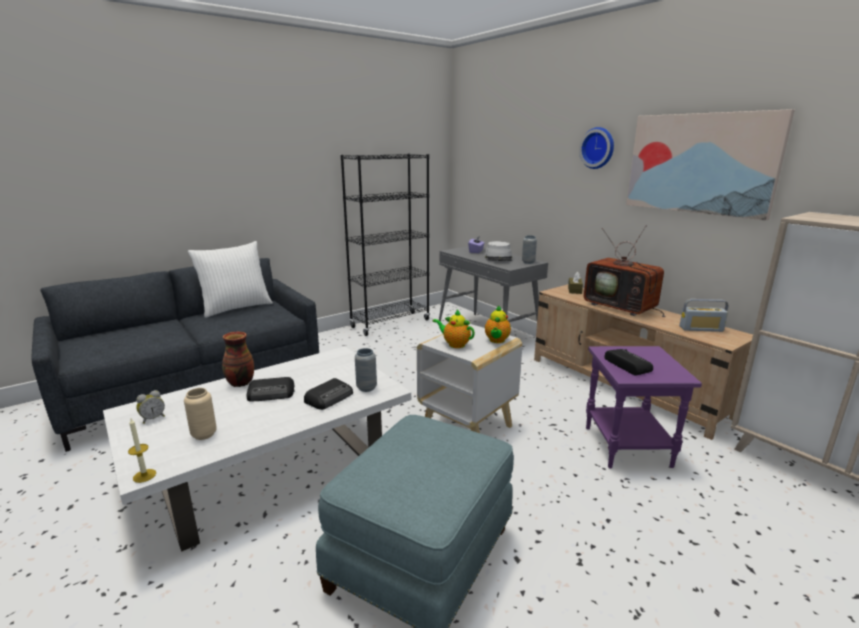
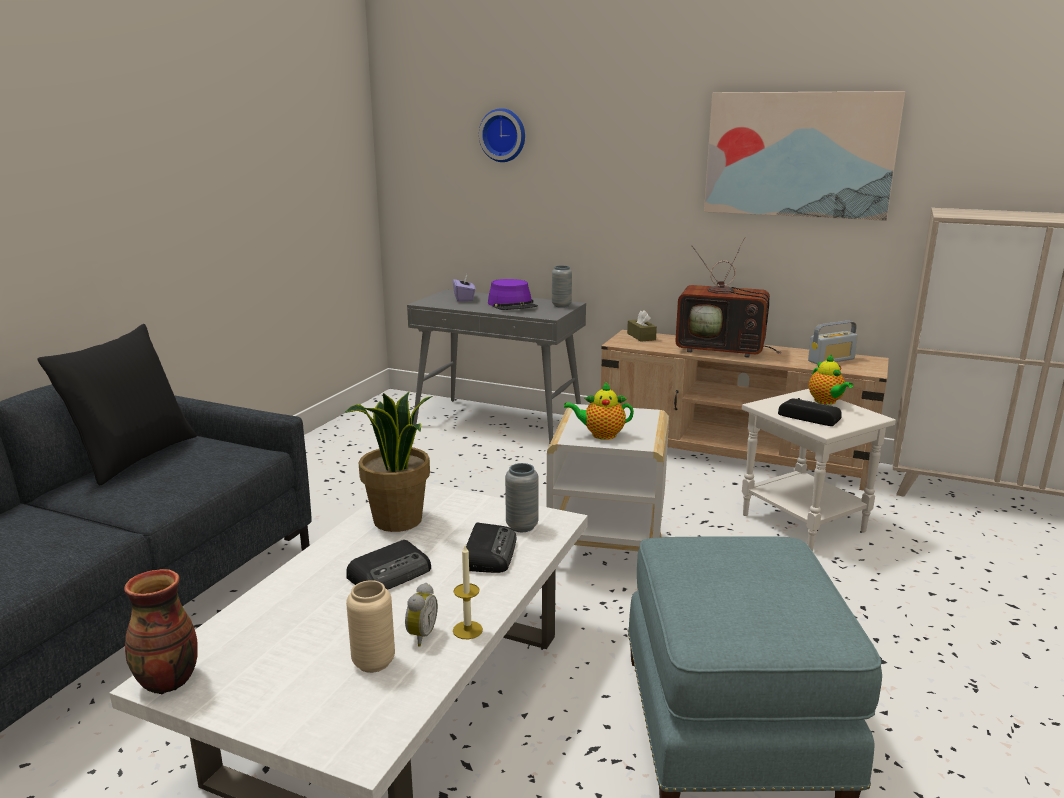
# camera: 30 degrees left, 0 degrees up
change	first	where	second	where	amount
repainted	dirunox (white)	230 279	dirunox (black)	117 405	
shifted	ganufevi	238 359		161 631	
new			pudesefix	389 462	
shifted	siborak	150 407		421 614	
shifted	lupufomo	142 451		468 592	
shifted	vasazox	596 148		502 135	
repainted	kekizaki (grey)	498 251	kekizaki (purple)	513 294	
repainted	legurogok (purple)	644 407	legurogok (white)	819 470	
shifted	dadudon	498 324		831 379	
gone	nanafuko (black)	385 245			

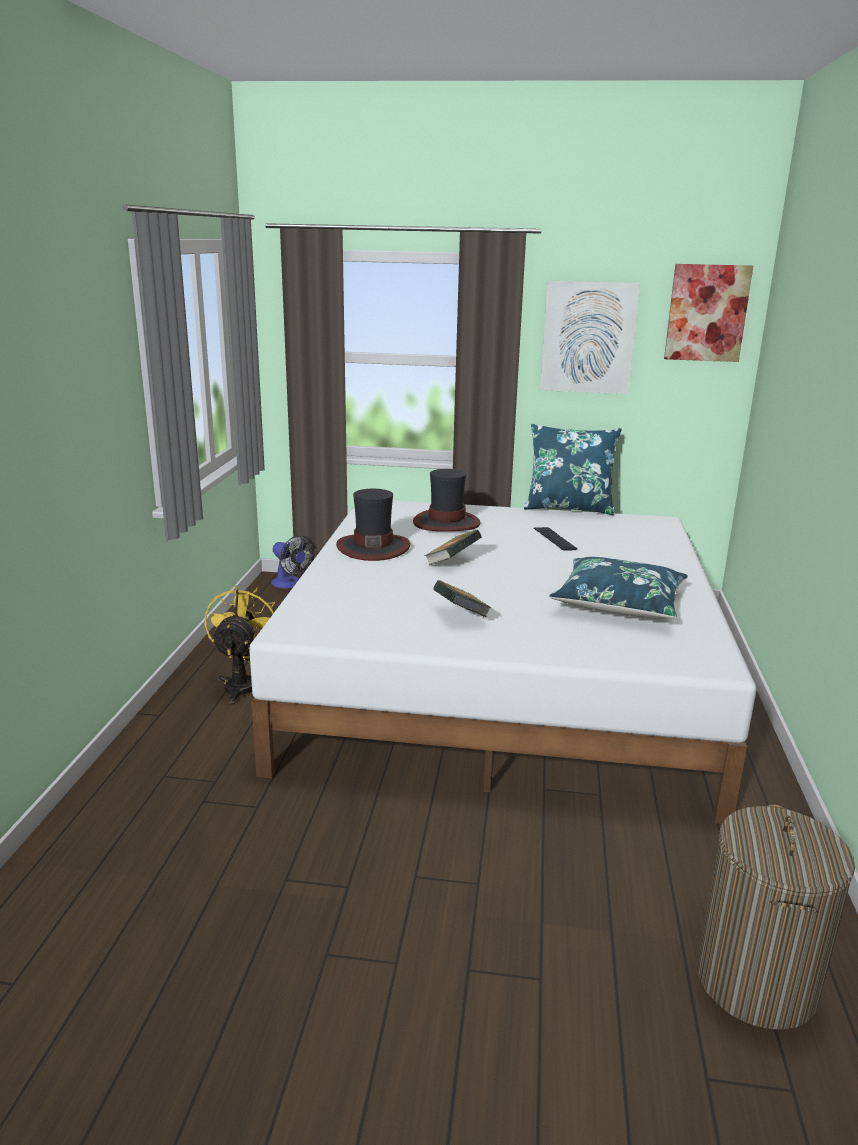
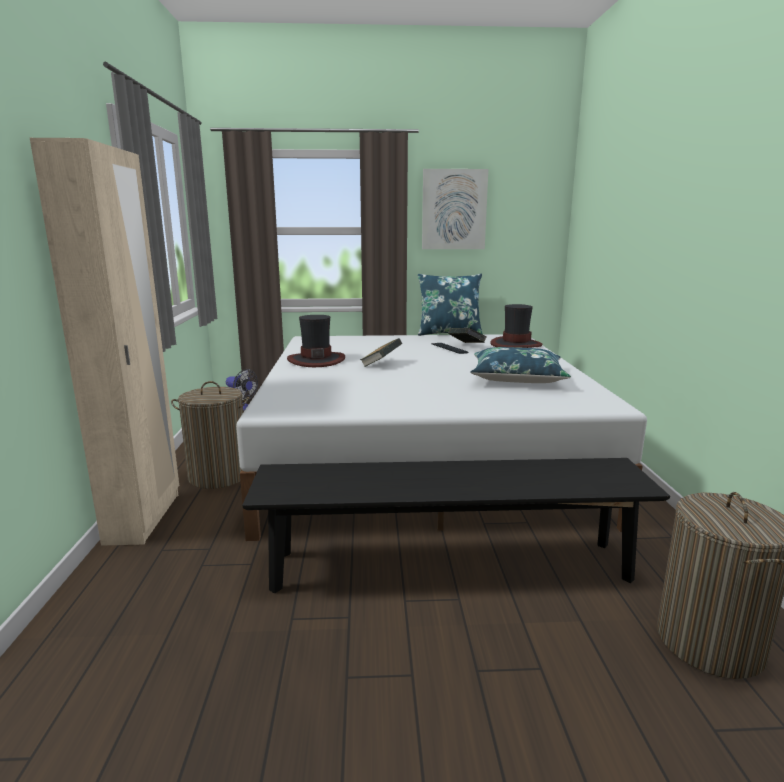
# camera: 10 degrees left, 5 degrees down
change	first	where	second	where	amount
new			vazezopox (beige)	104 342	
swapped	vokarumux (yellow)	240 644	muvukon	210 435	
new			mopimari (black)	456 525	
shifted	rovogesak	462 598		467 335	
shifted	kekizaki	446 500		516 326	
gone	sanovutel	708 313			

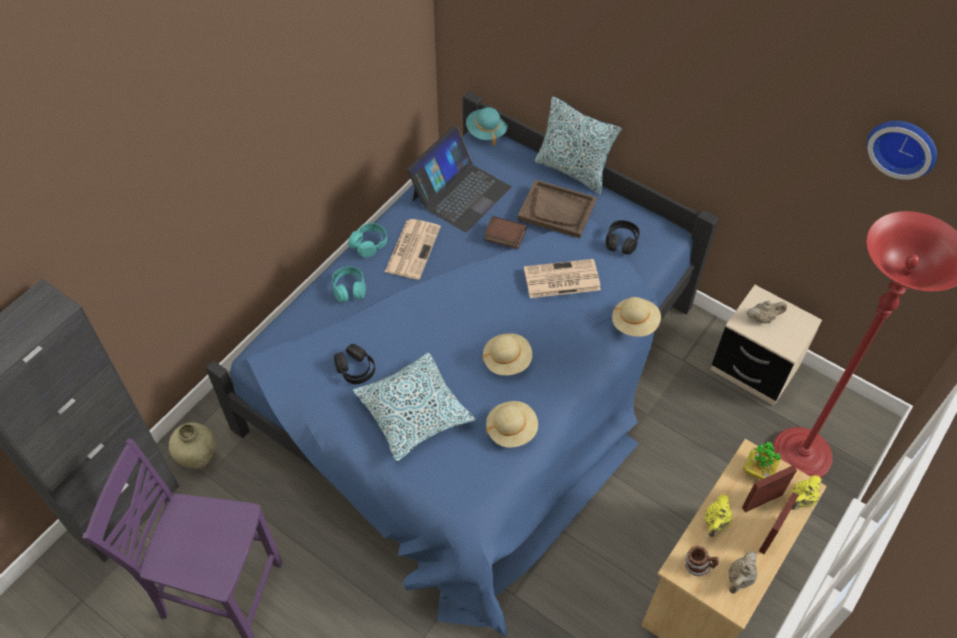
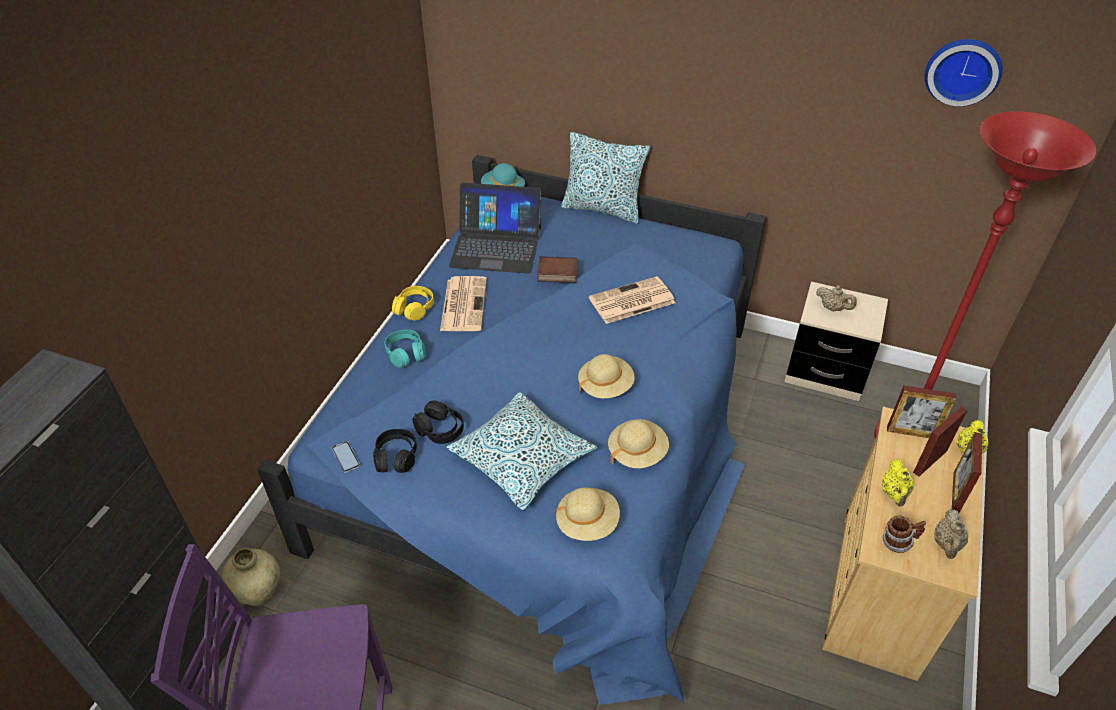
# camera: 15 degrees left, 10 degrees down
change	first	where	second	where	amount
new			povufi	346 457	
shifted	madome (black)	623 237		395 451	
repainted	madome (turquoise)	367 240	madome (yellow)	413 303	
rotated	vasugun	459 179		495 228	75 degrees clockwise
shifted	kekizaki (beige)	636 317		588 514	
rotated	dadudon (beige)	767 312		836 298	60 degrees clockwise
swapped	pudesefix	762 461	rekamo	922 412	
gone	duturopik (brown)	557 209			

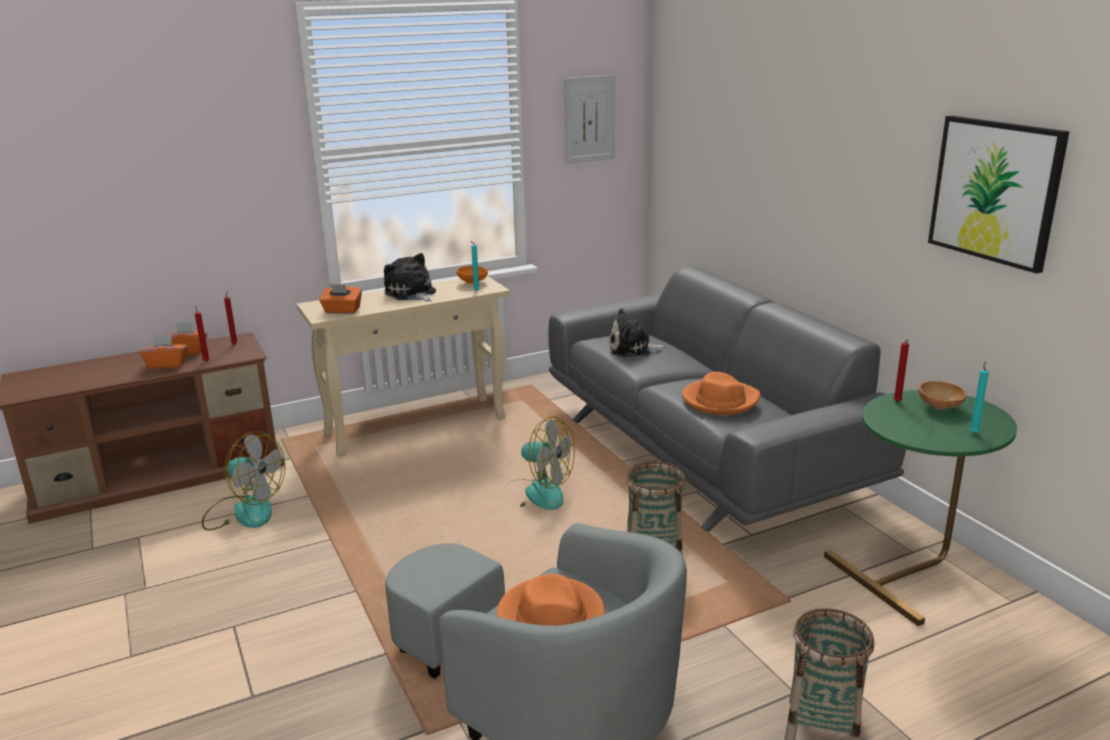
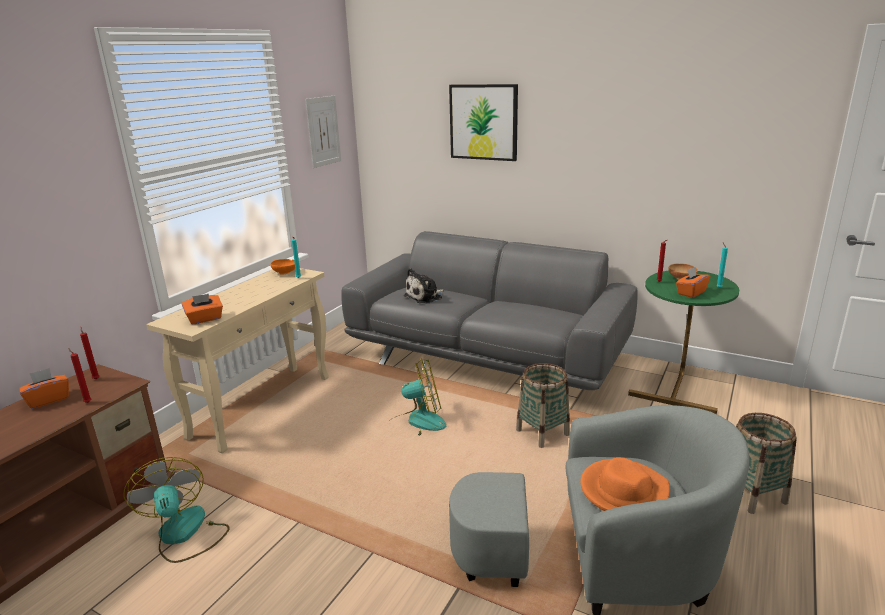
# camera: 35 degrees left, 0 degrees up
change	first	where	second	where	amount
rotated	vokarumux	243 480		176 510	105 degrees counterclockwise
shifted	sanovutel	999 194		483 122	
shifted	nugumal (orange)	163 352		693 282	
gone	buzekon	410 277			
gone	kekizaki (orange)	721 393			

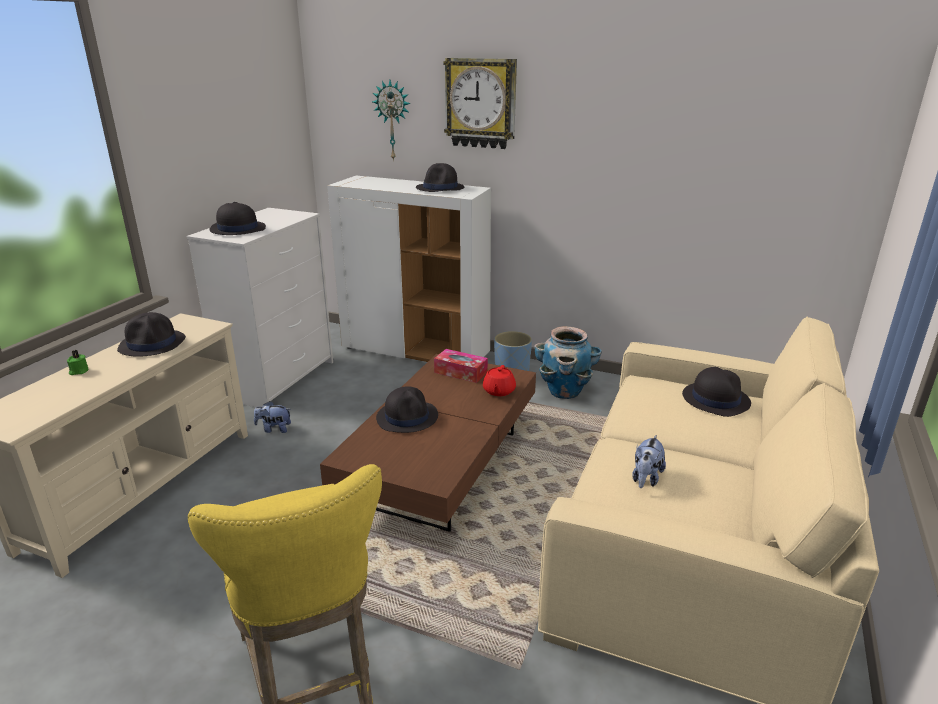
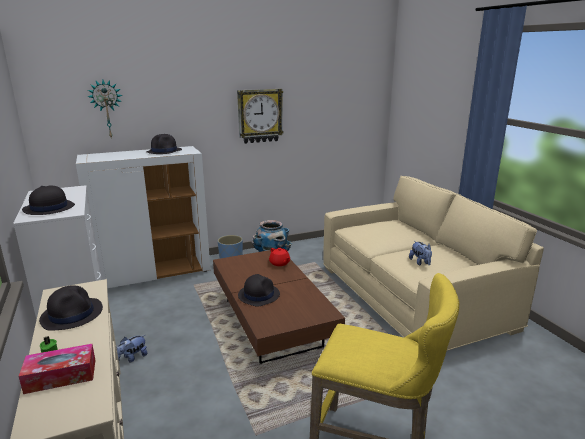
# camera: 45 degrees left, 5 degrees down
change	first	where	second	where	amount
shifted	nugumal	461 366		56 369	
shifted	vasazox	480 103		260 116	
gone	kekizaki (black)	716 392			

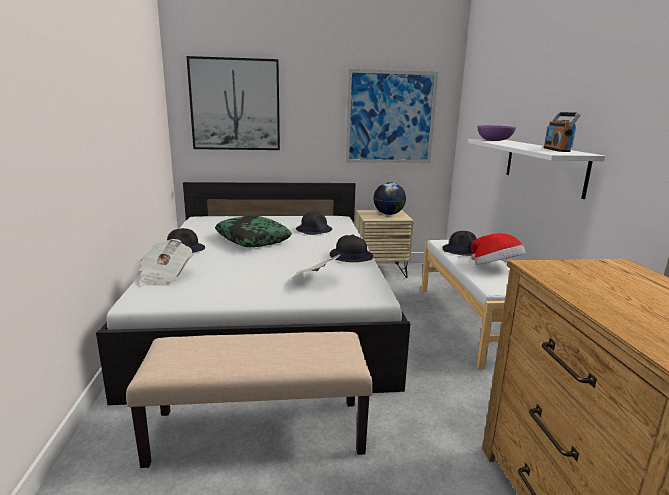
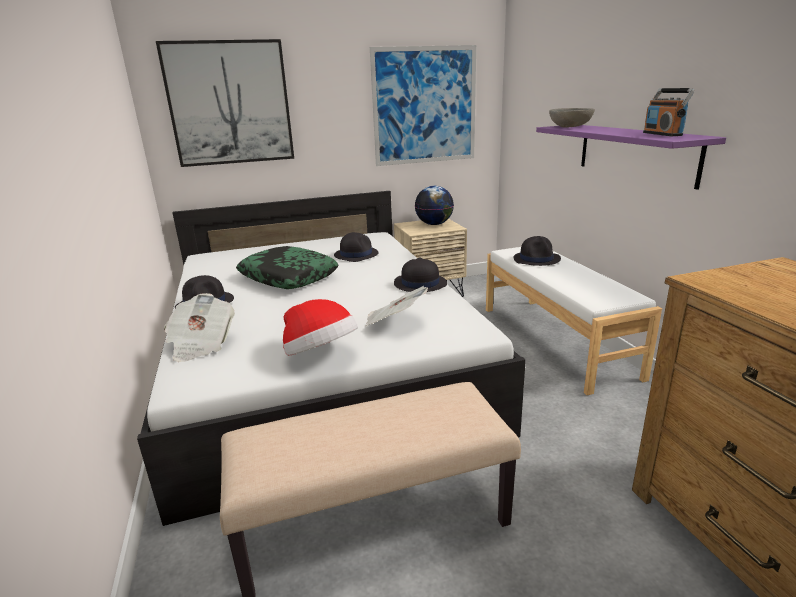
# camera: 10 degrees left, 5 degrees up
change	first	where	second	where	amount
shifted	kekizaki	498 249		320 327	
repainted	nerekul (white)	537 169	nerekul (purple)	631 157	
repainted	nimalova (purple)	497 133	nimalova (grey)	572 118	

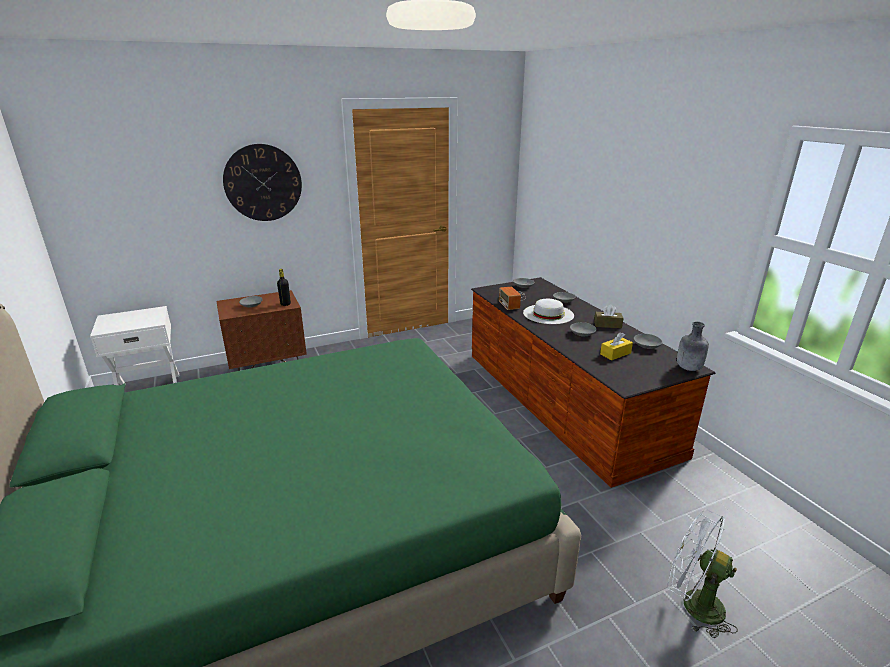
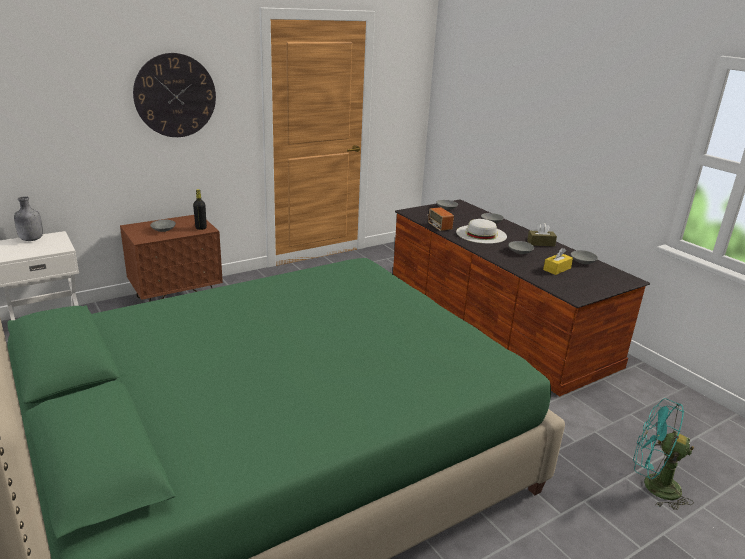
# camera: 10 degrees left, 0 degrees up
change	first	where	second	where	amount
shifted	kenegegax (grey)	693 346		28 218	
repainted	vokarumux (white)	702 574	vokarumux (turquoise)	663 454	

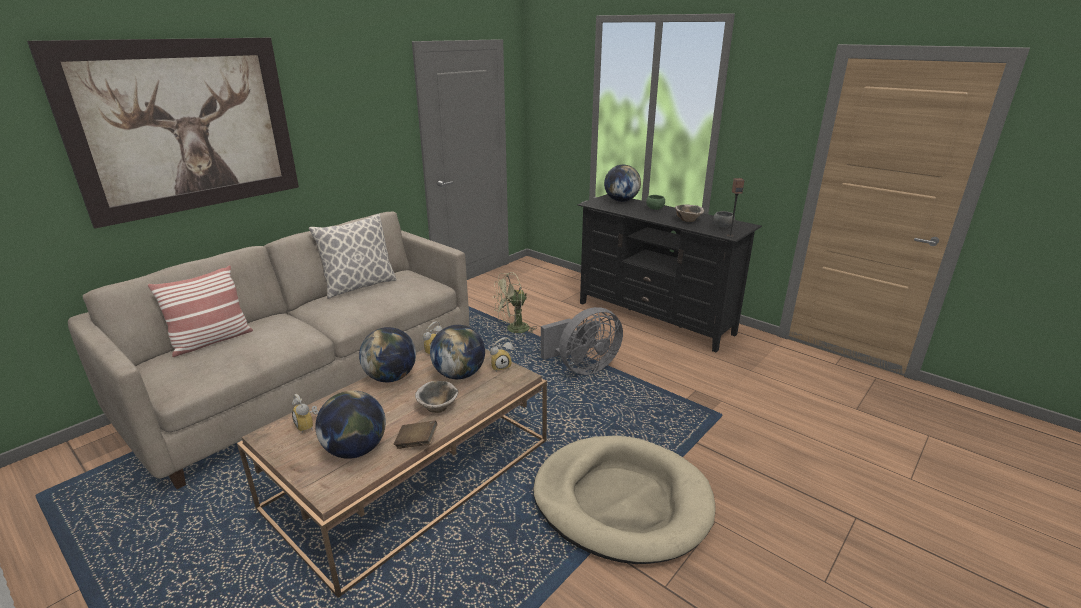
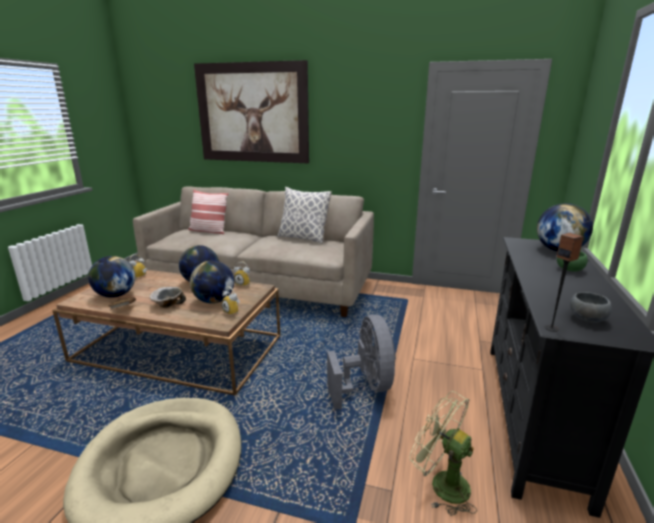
# camera: 65 degrees right, 5 degrees down
change	first	where	second	where	amount
rotated	vokarumux (grey)	582 341		361 362	135 degrees counterclockwise
shifted	vokarumux (green)	515 304		443 453	
gone	nimalova	689 213			

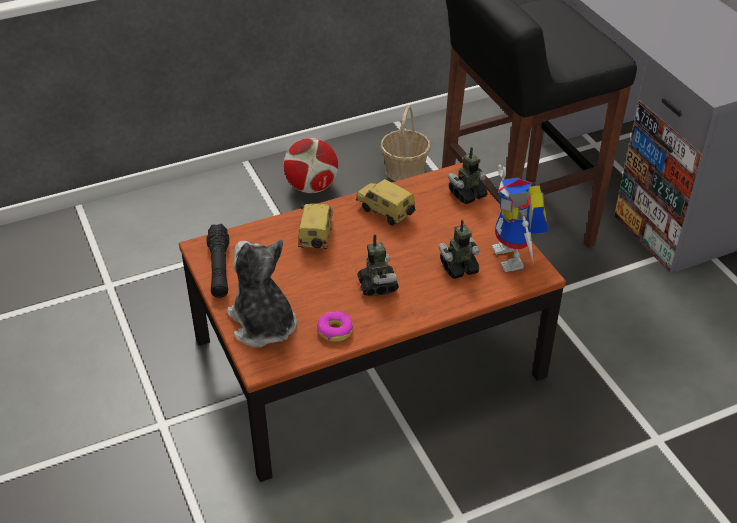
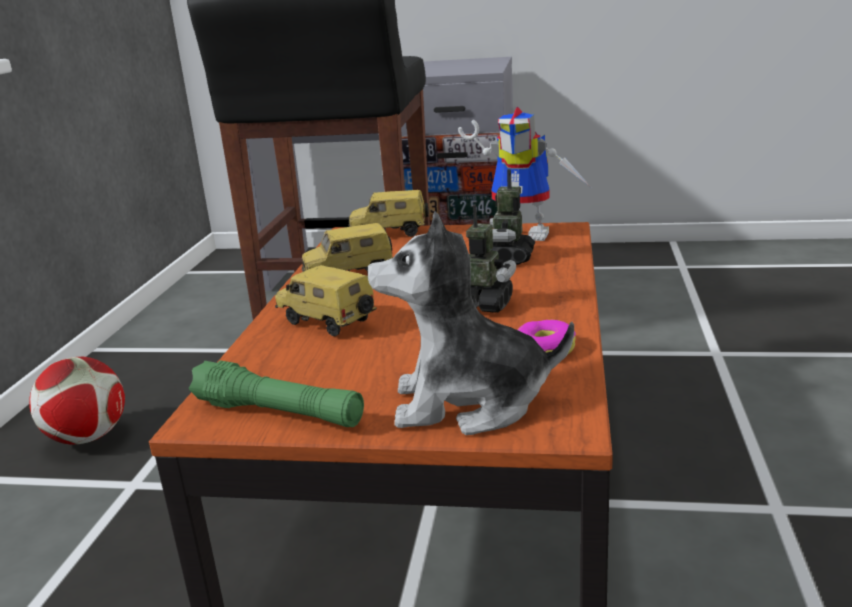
# camera: 55 degrees left, 20 degrees down
change	first	where	second	where	amount
repainted	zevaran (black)	218 261	zevaran (green)	276 394	
swapped	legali	468 175	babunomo	388 213	
gone	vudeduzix	405 143			

